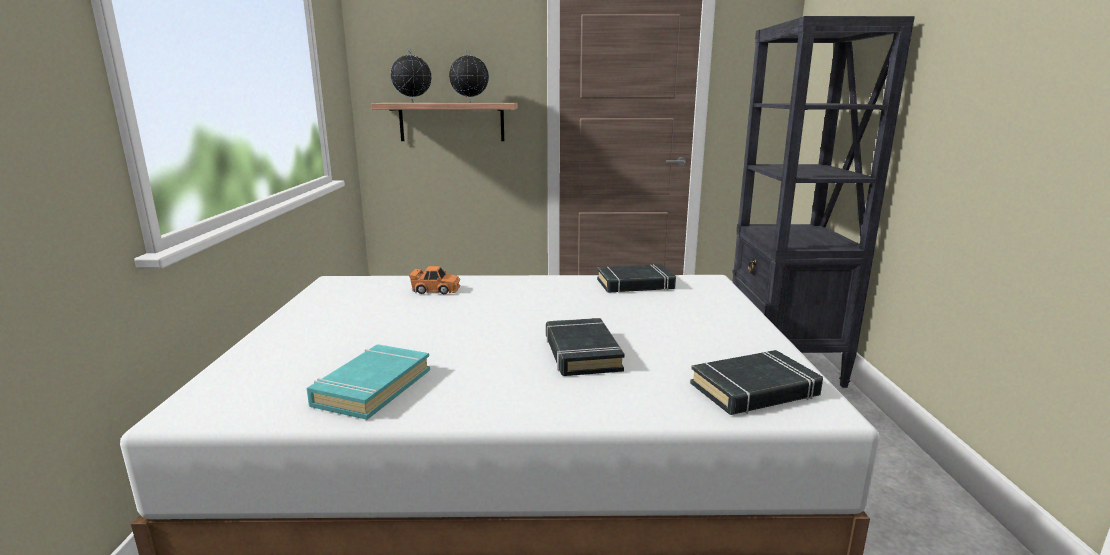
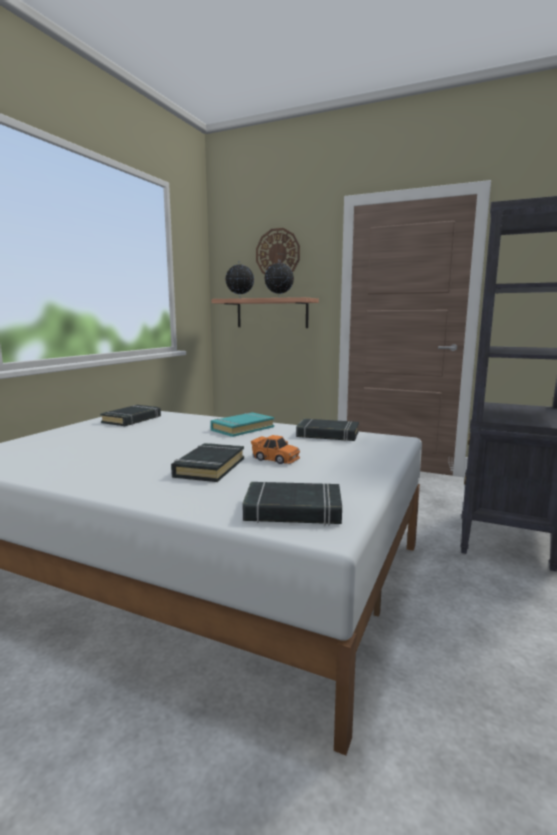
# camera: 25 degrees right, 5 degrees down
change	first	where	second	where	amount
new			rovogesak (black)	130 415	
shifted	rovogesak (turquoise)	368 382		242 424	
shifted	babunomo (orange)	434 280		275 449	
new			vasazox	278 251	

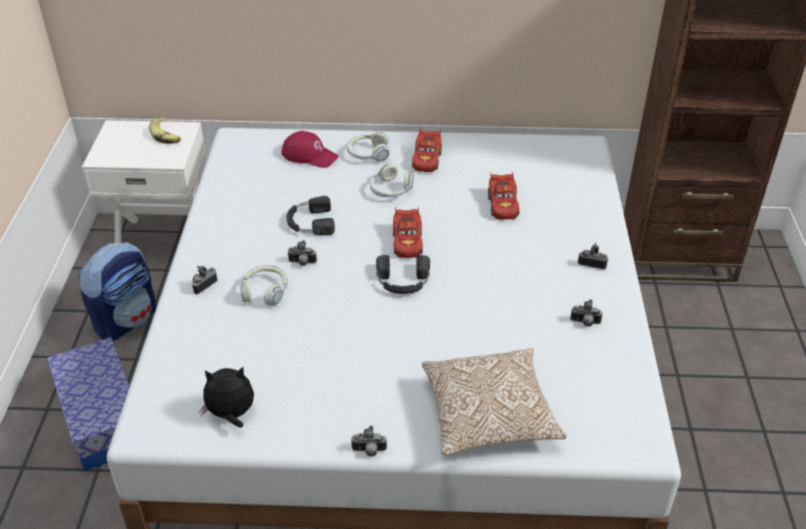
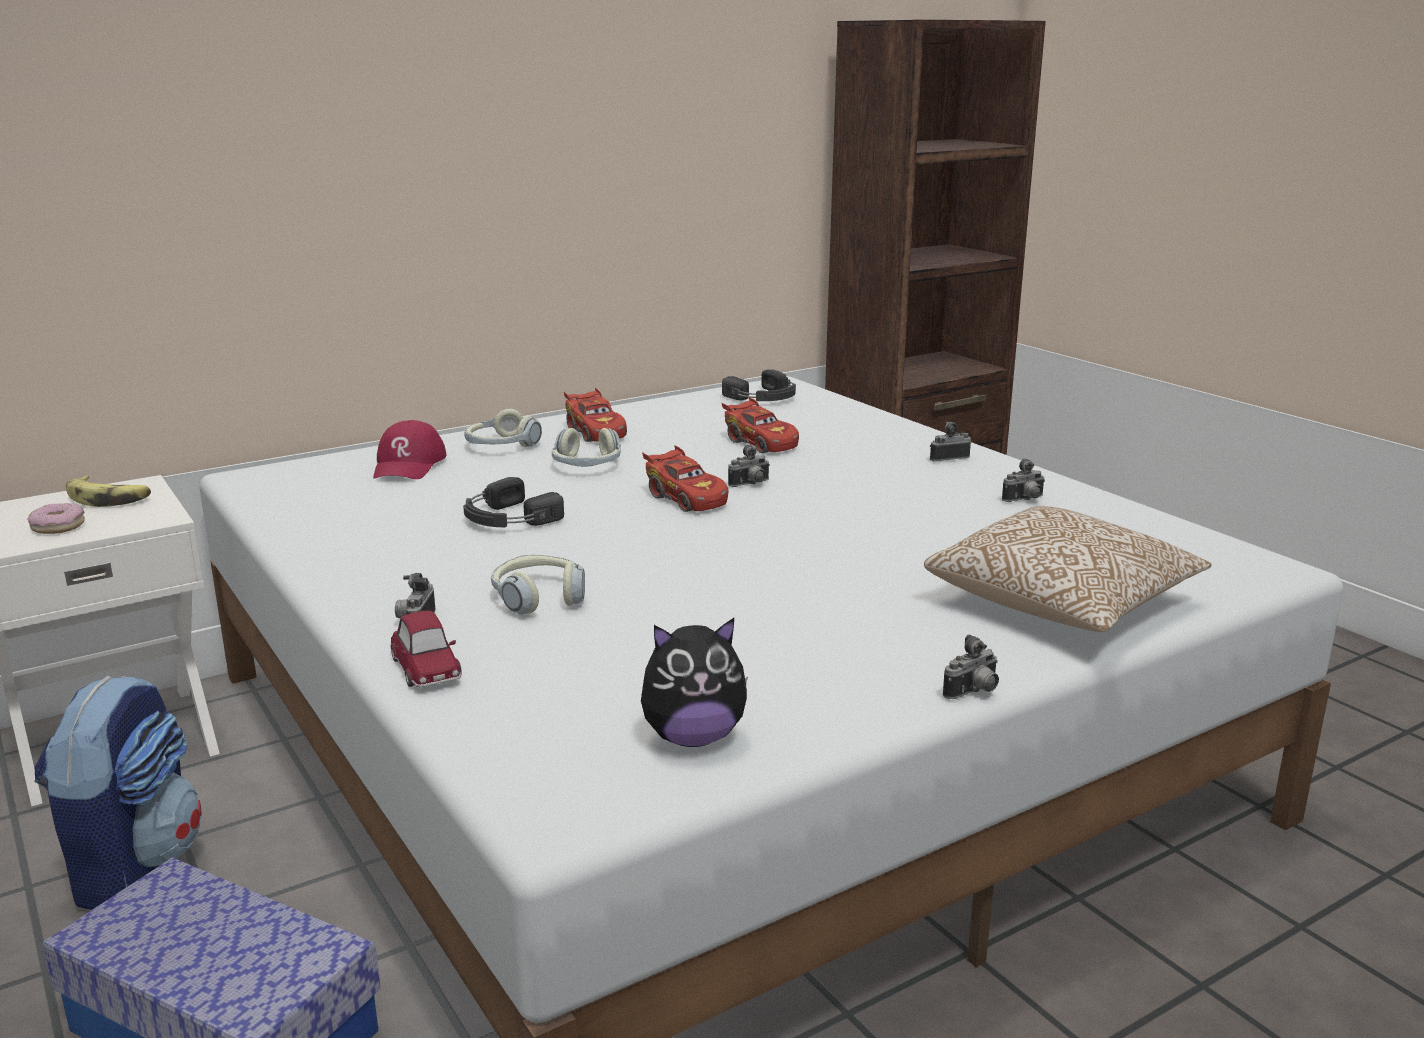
# camera: 35 degrees left, 20 degrees down
change	first	where	second	where	amount
new			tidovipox	56 518	
rotated	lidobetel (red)	310 149		410 449	105 degrees clockwise
new			babunomo	426 649	
rotated	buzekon	226 397		694 682	150 degrees counterclockwise
shifted	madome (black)	403 274		759 385	
shifted	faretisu	302 253		749 465	

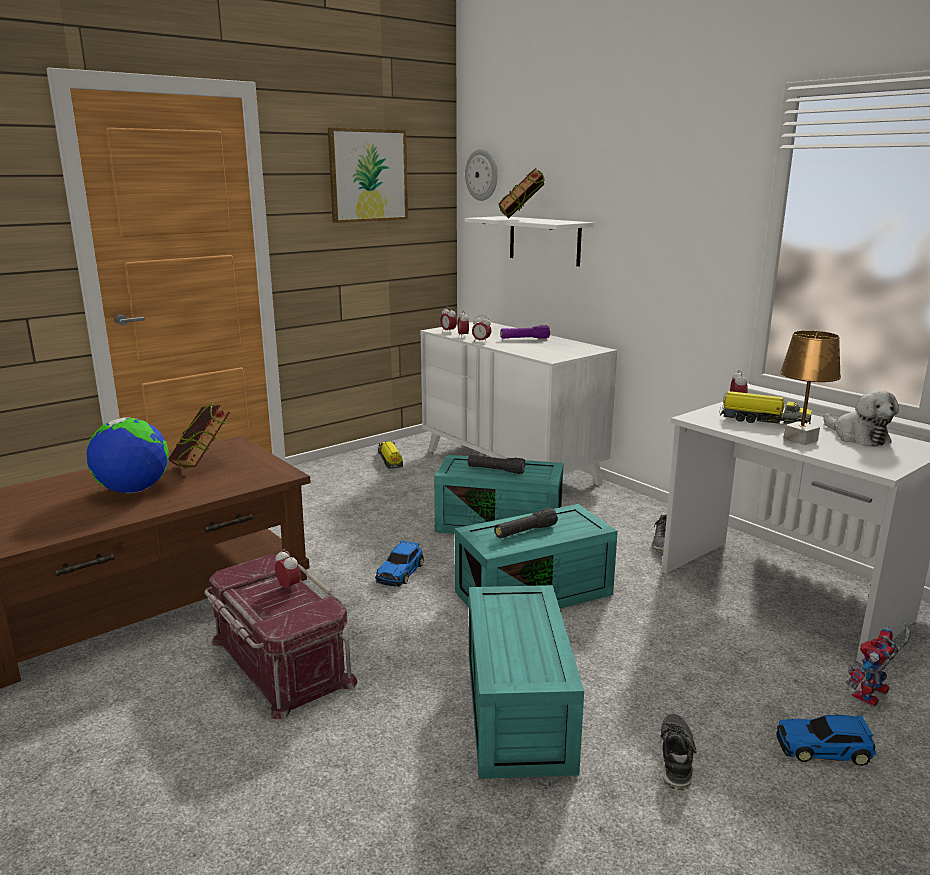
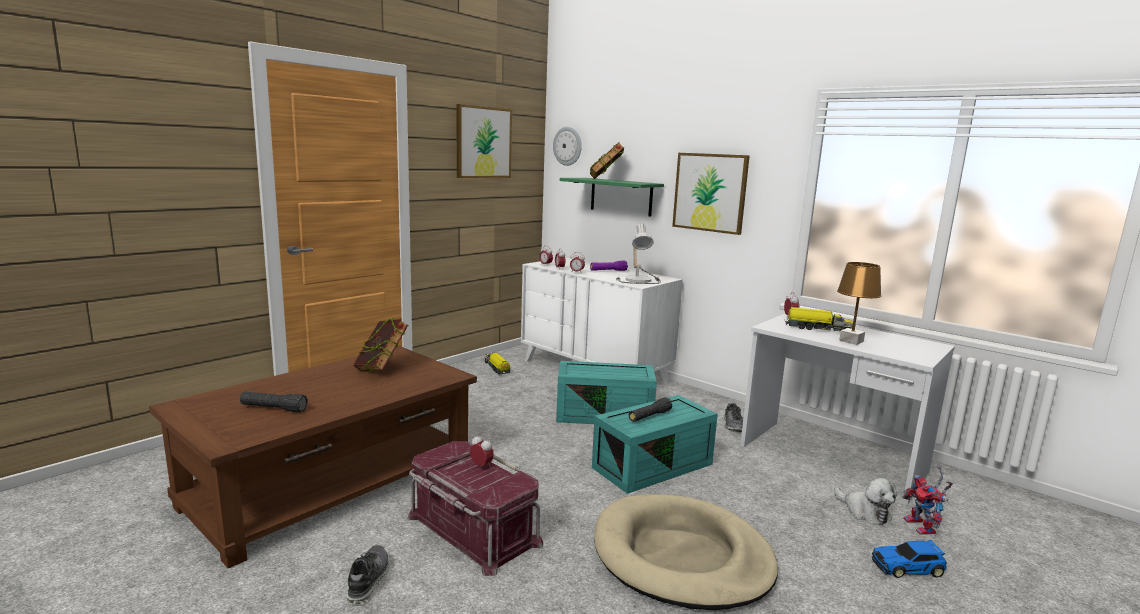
# camera: 10 degrees left, 5 degrees down
change	first	where	second	where	amount
shifted	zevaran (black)	497 464		274 401	
shifted	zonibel	678 753		367 575	
repainted	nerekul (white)	529 241	nerekul (green)	612 197	
swapped	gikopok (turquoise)	526 682	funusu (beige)	686 552	
new			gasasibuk	638 253	
new			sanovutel	711 194	
shifted	buzekon	861 418		865 501	
rotated	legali	878 664		927 500	45 degrees counterclockwise
gone	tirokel	128 455			
gone	babunomo	399 563			

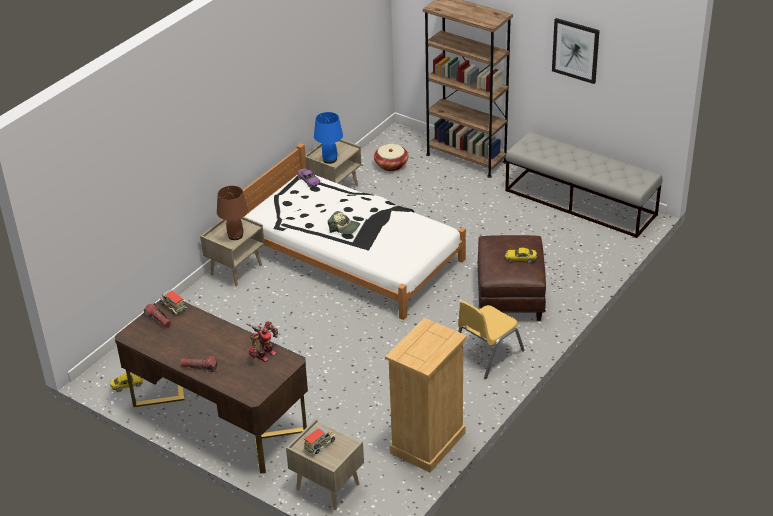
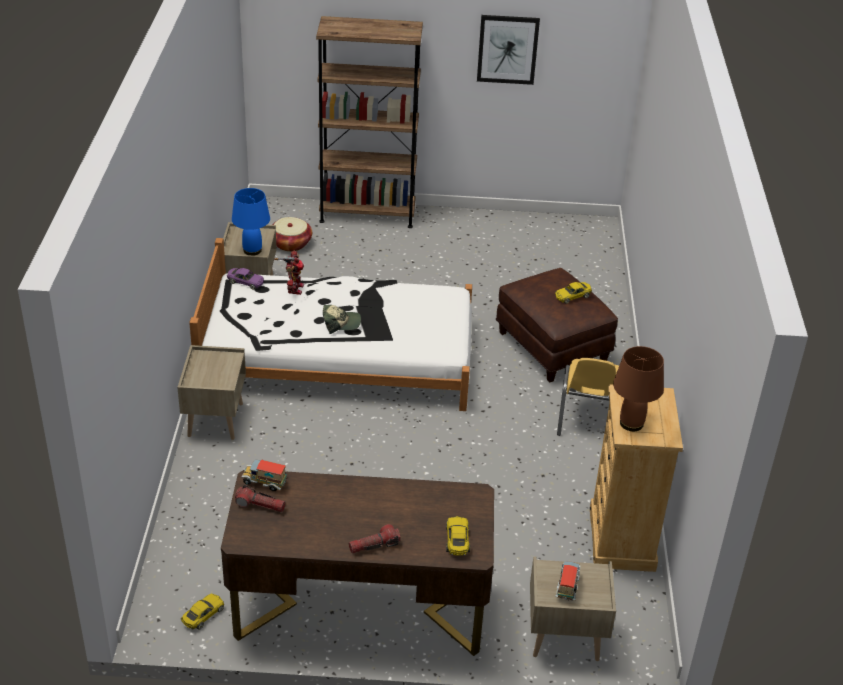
# camera: 35 degrees left, 0 degrees up
change	first	where	second	where	amount
shifted	legali	262 341		289 273	
new			babunomo (yellow)	458 536	
shifted	gasasibuk (brown)	232 213		638 388	
gone	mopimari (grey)	583 184			

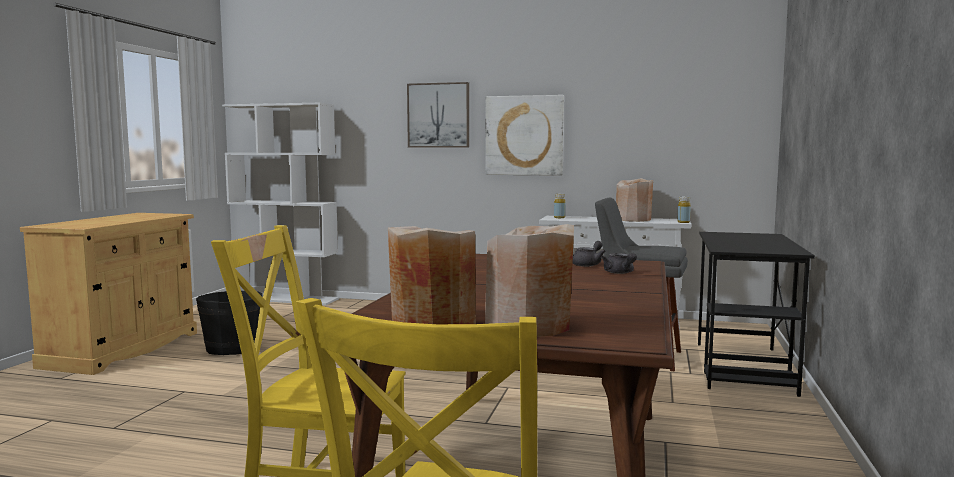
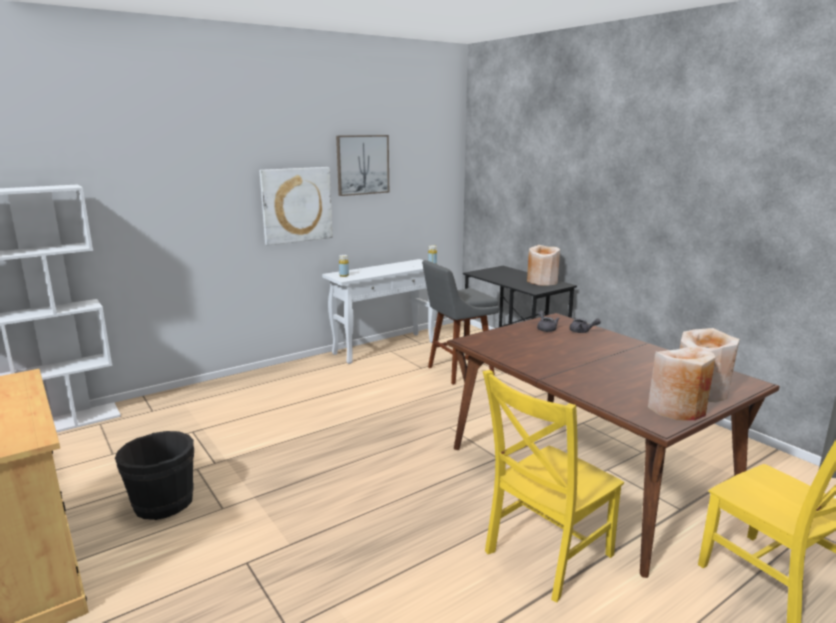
# camera: 50 degrees left, 10 degrees up
change	first	where	second	where	amount
shifted	sanovutel	438 115		362 165	
shifted	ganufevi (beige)	634 200		543 265	

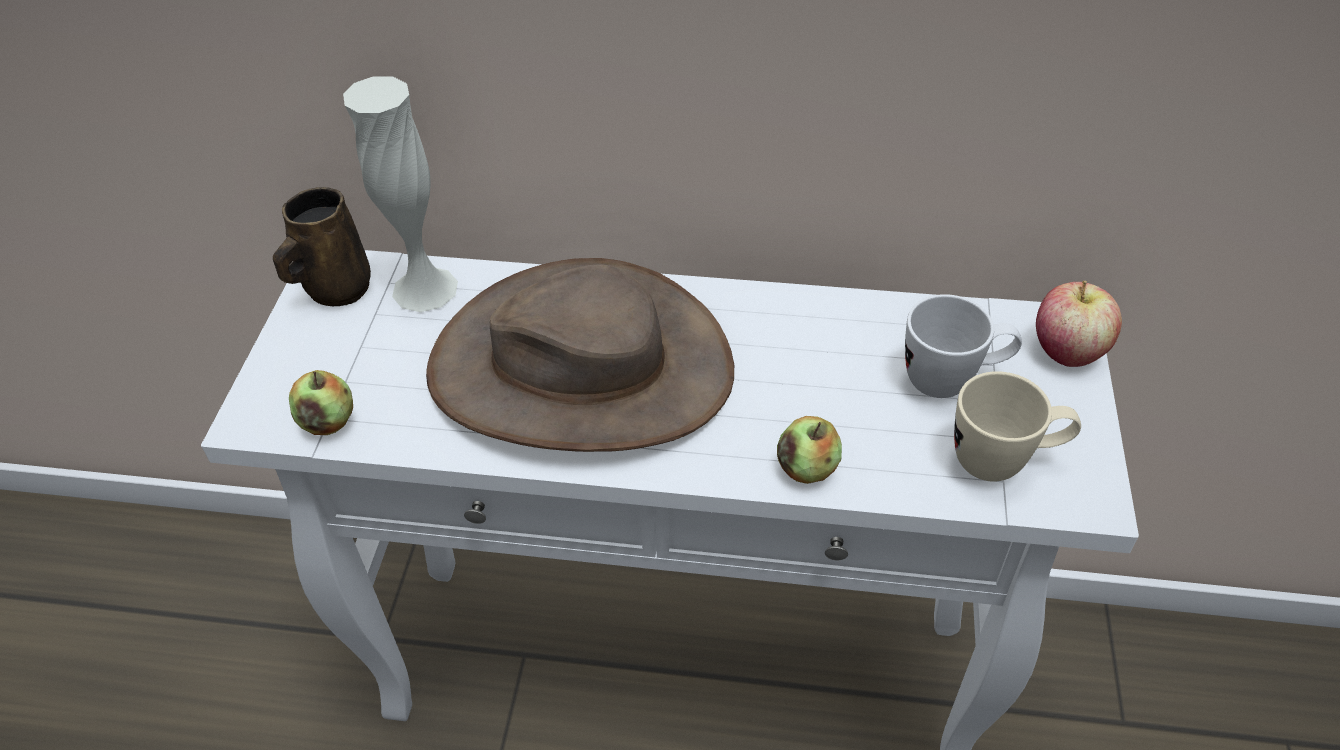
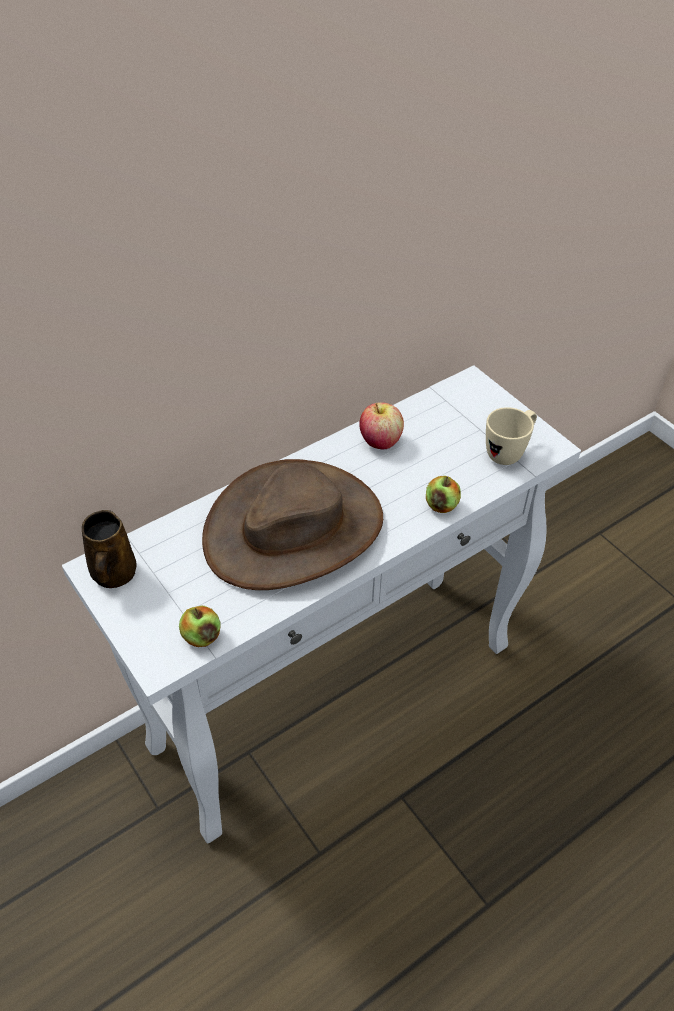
# camera: 45 degrees left, 0 degrees up
change	first	where	second	where	amount
shifted	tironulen	1079 324		381 425	
gone	ganufevi (white)	400 194			
gone	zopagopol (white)	963 346			

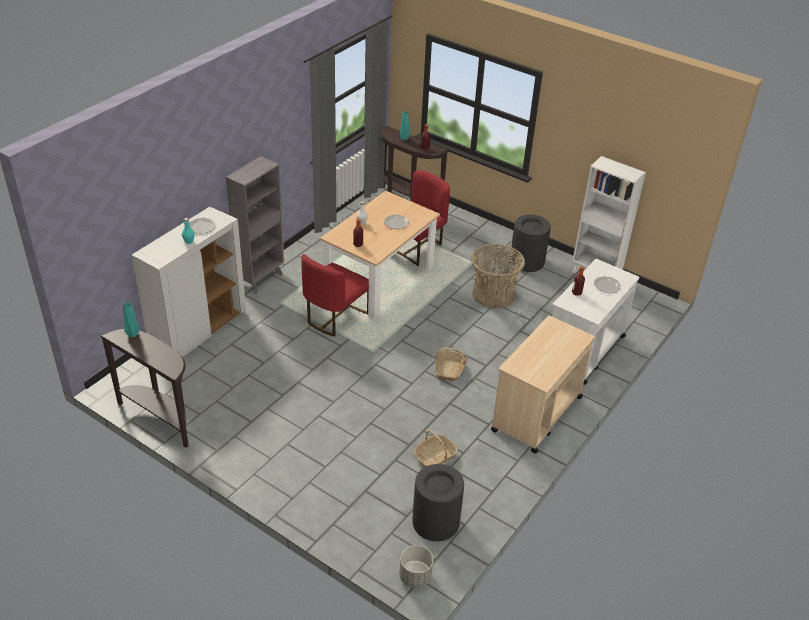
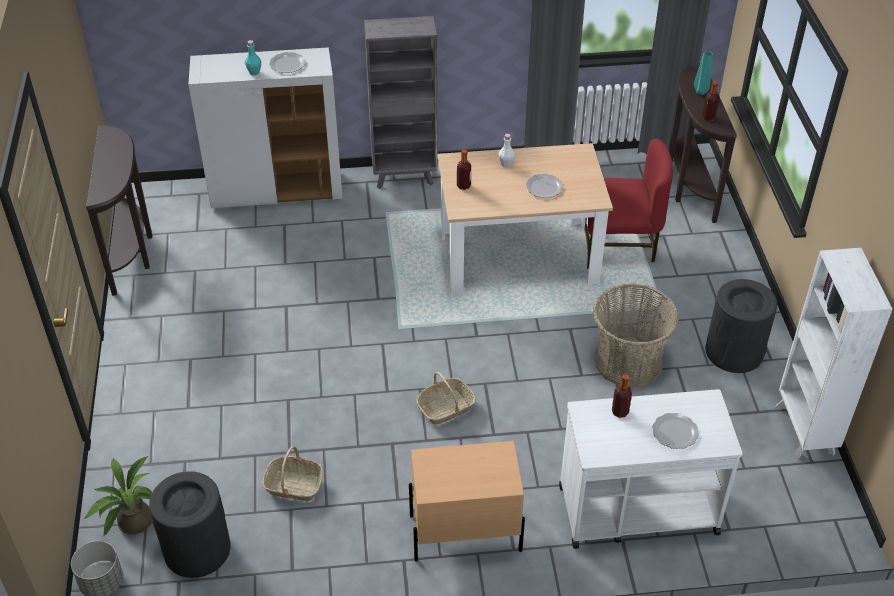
# camera: 50 degrees right, 5 degrees up
change	first	where	second	where	amount
new			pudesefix	119 496	
swapped	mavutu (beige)	543 384	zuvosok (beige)	467 501	
gone	ganufevi (turquoise)	131 319			
gone	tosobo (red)	335 295			

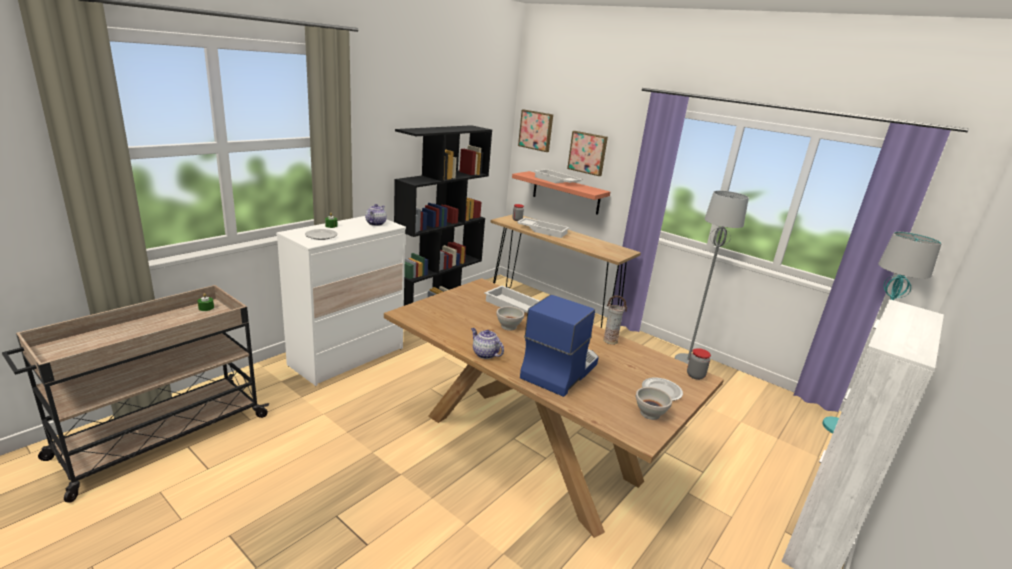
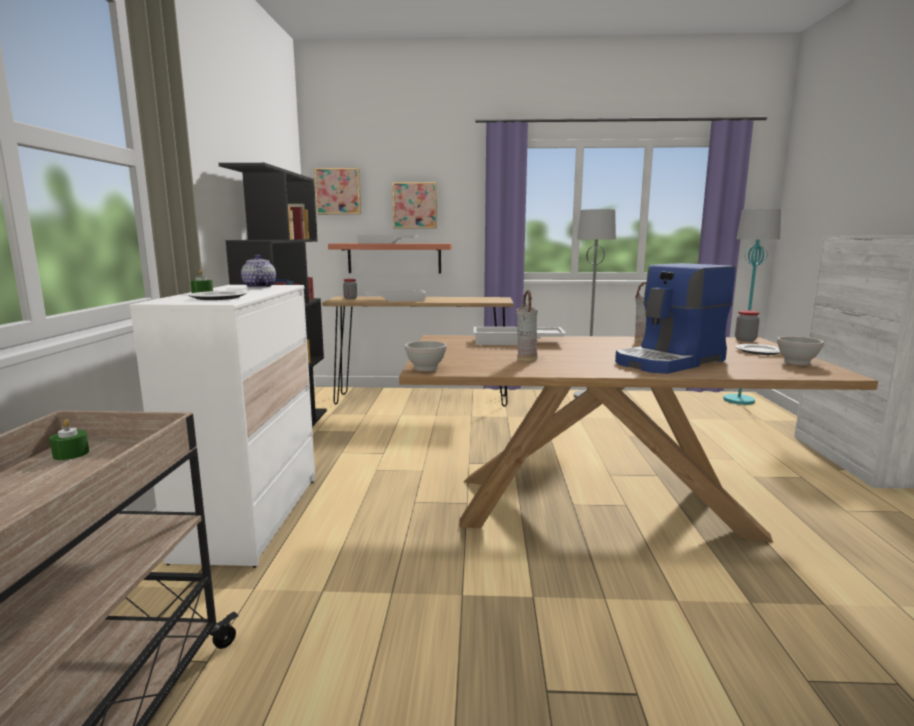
# camera: 35 degrees left, 10 degrees down
change	first	where	second	where	amount
shifted	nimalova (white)	510 318		426 356	
new			ganufevi	527 325	
rotated	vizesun	559 346		675 318	120 degrees counterclockwise
gone	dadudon	487 343			

